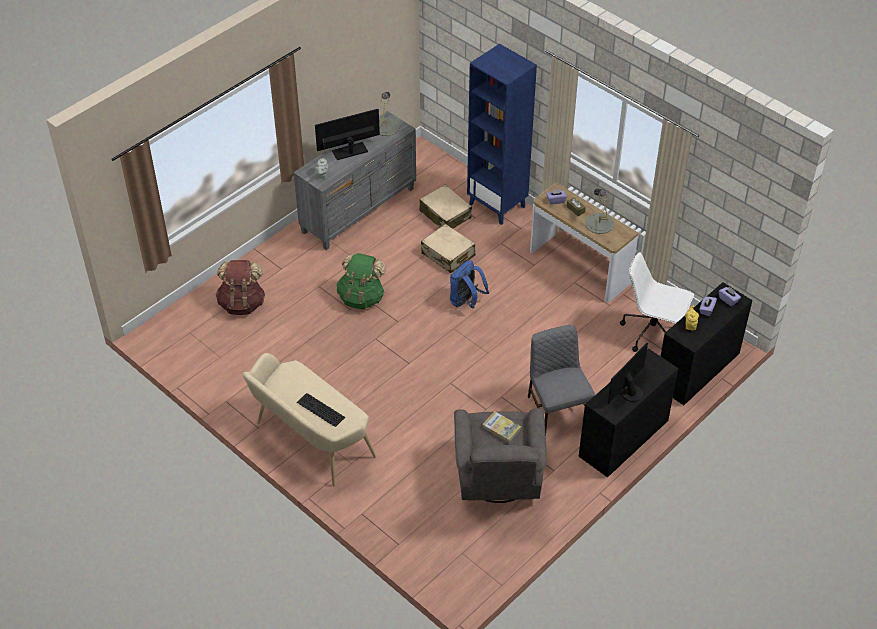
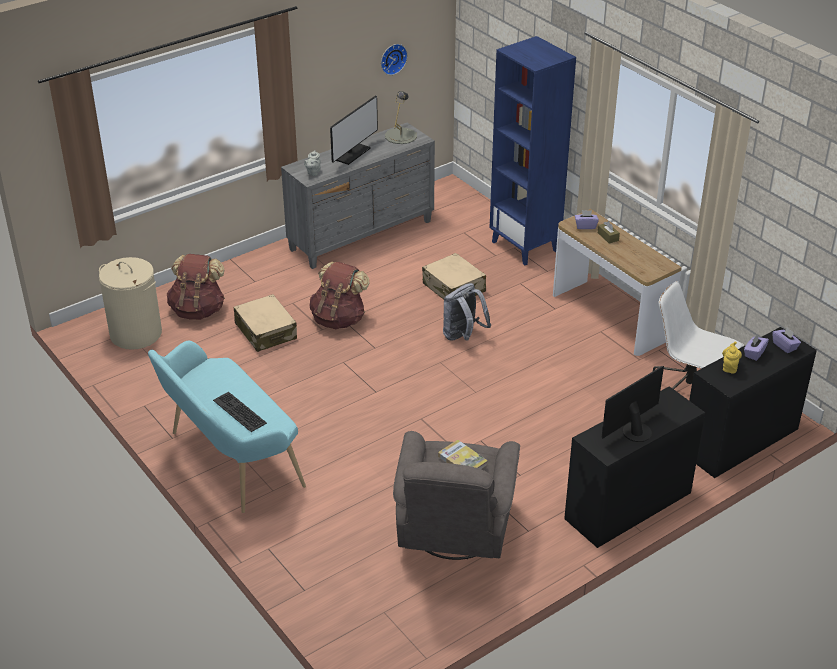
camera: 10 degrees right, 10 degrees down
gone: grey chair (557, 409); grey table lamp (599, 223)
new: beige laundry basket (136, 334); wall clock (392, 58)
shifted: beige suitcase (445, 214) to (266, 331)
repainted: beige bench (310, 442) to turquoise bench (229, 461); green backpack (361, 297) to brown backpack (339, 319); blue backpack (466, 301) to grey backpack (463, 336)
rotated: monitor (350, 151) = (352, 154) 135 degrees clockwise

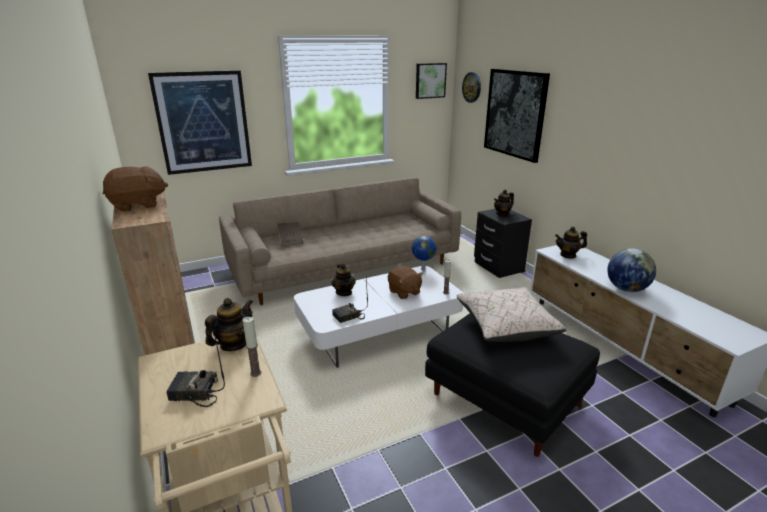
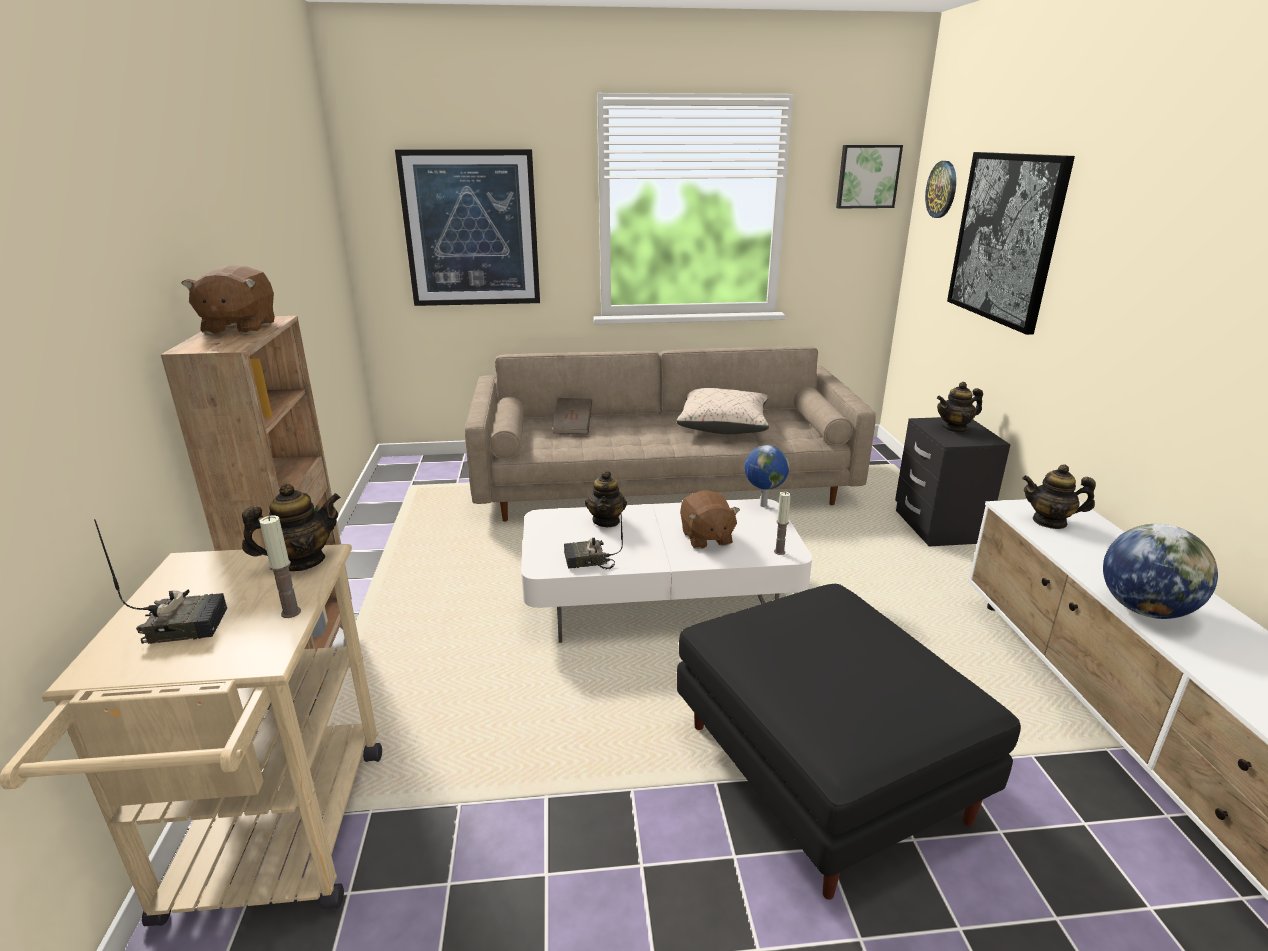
camera: 20 degrees right, 0 degrees up
shifted: beige pillow (506, 326) to (723, 426)
rotated: brown plush toy (138, 205) = (239, 328) 90 degrees clockwise; radio (194, 394) = (185, 624) 150 degrees clockwise

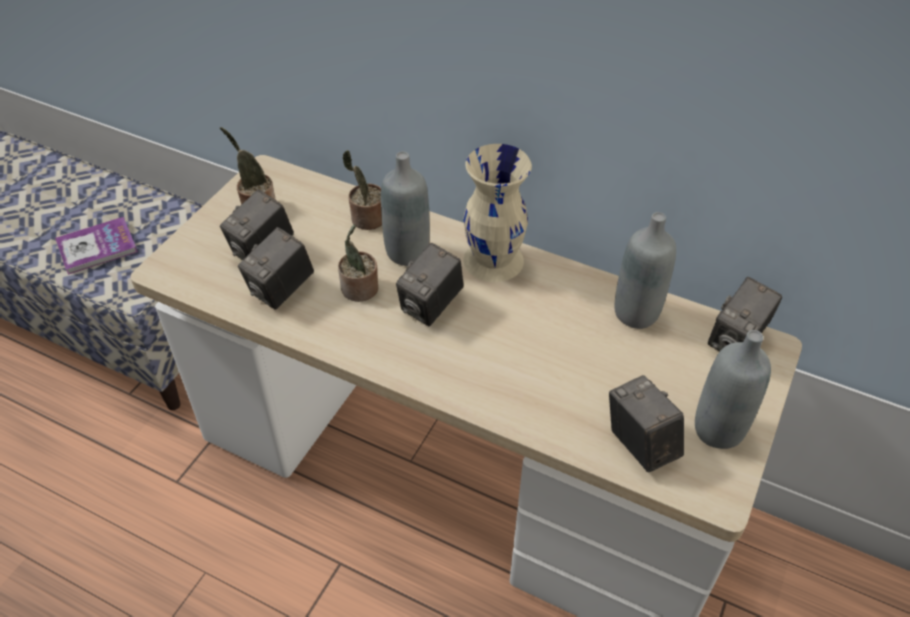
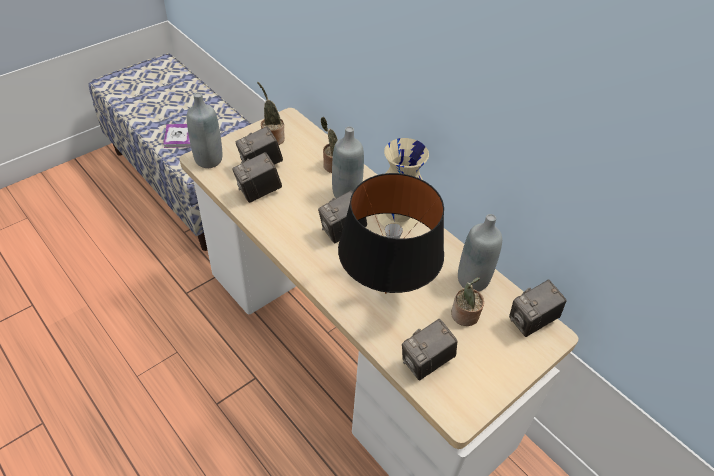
camera: 20 degrees right, 0 degrees up
new: black table lamp (386, 293)
shifted: potted plant (359, 290) to (464, 316); grey bottle (718, 430) to (208, 160)
rotated: photo camera (640, 444) = (426, 363) 120 degrees counterclockwise

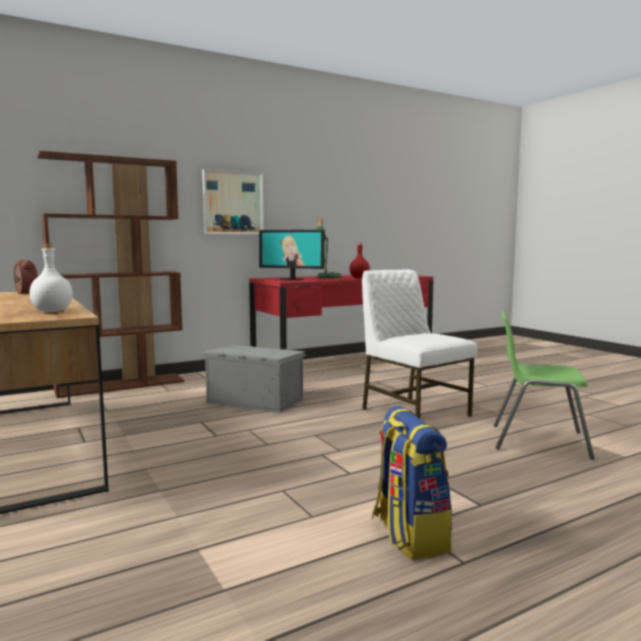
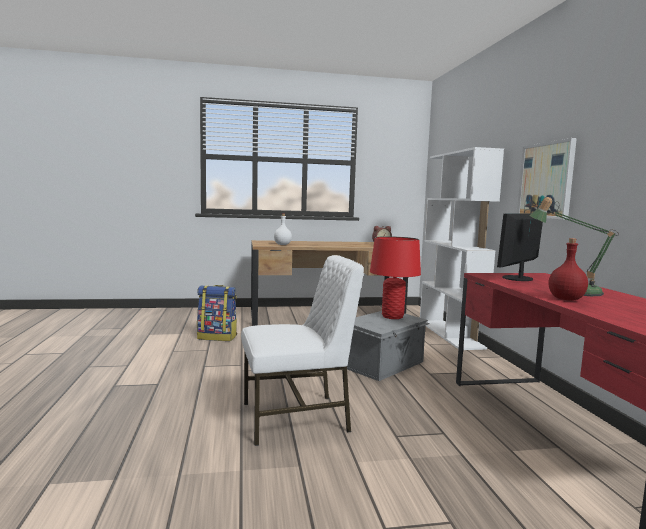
camera: 110 degrees right, 0 degrees up
gone: green chair (537, 440)
new: red table lamp (392, 316)
shifted: backpack (408, 535) to (217, 337)
repainted: brown bookcase (121, 385) to white bookcase (450, 334)

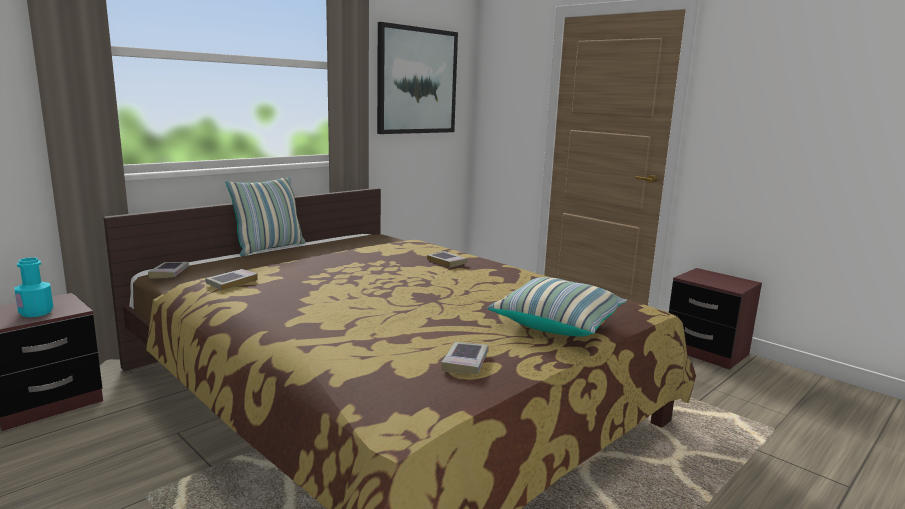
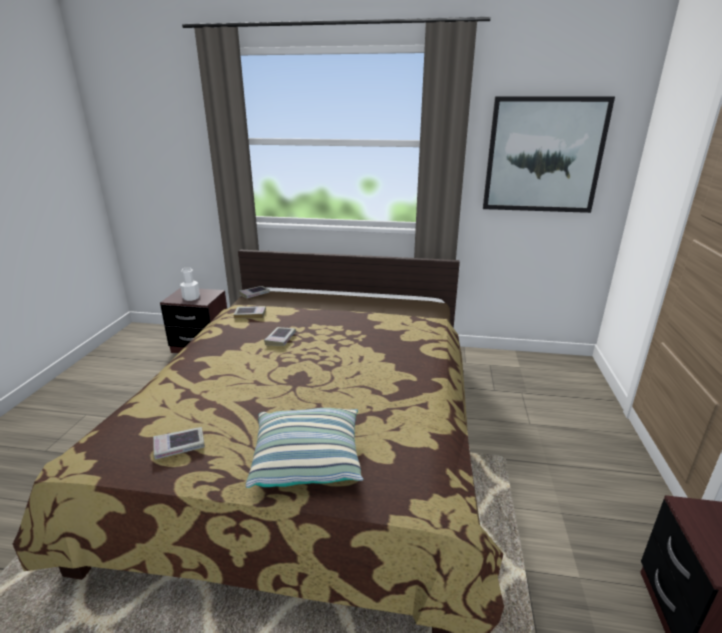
camera: 55 degrees right, 10 degrees up
gone: pillow (269, 248)
shifted: book (446, 262) to (280, 339)
repainted: turquoise bottle (36, 312) to white bottle (191, 298)

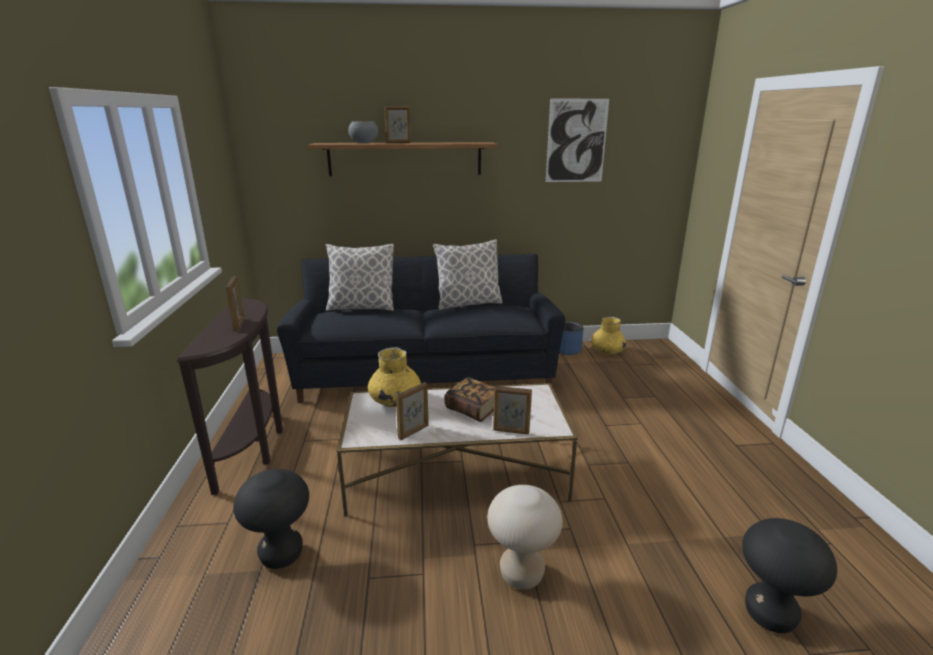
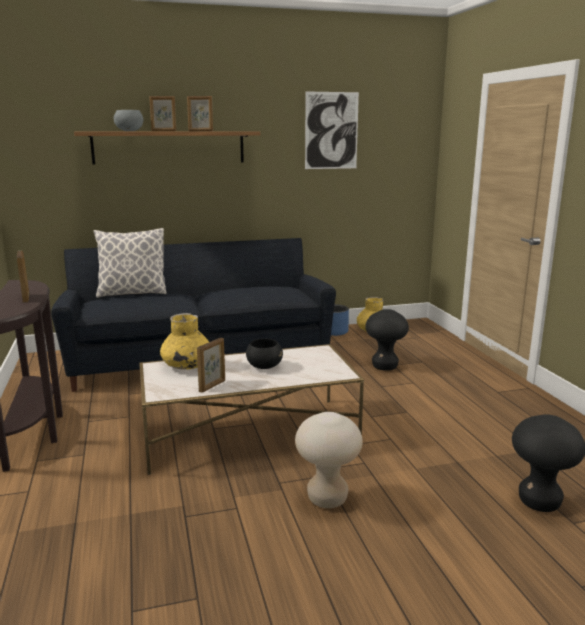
camera: 10 degrees left, 5 degrees down
gone: pillow (468, 304)
shifted: black stool (281, 555) to (384, 367); picture frame (511, 431) to (200, 131)
swapped: book (473, 409) to black bowl (264, 366)

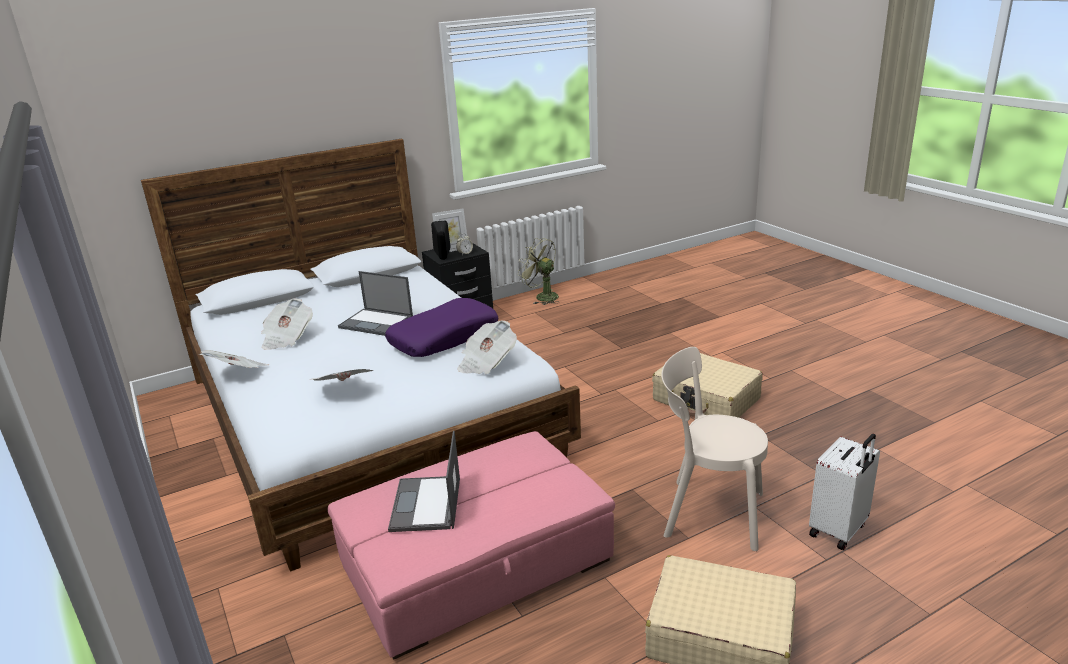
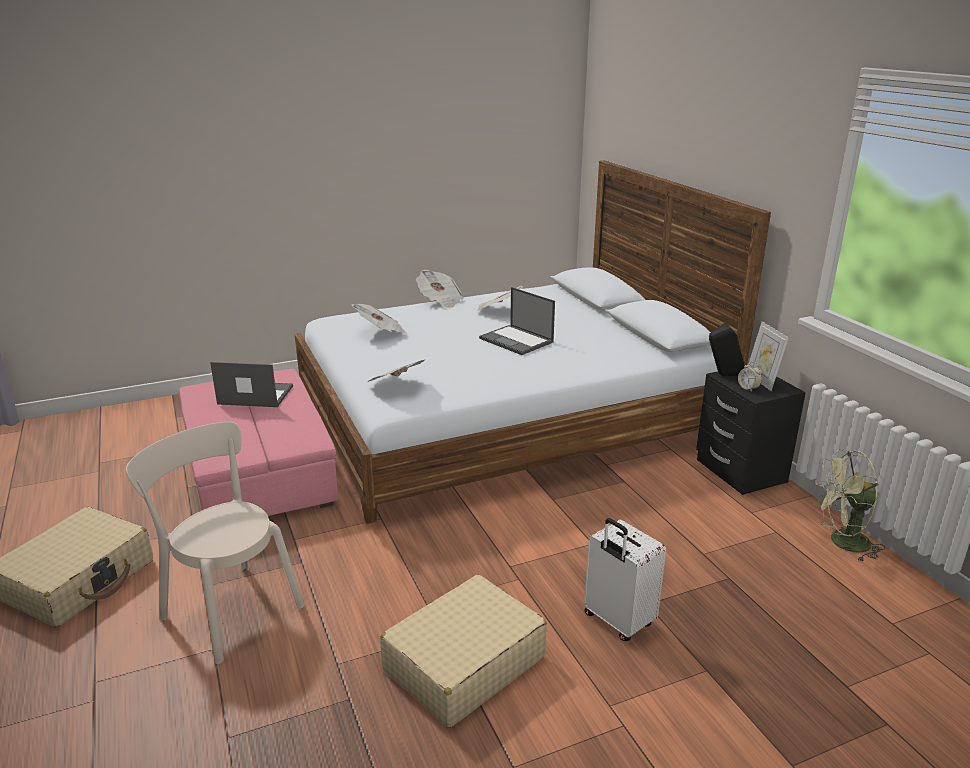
camera: 95 degrees right, 0 degrees up
gone: purple pillow (444, 338)
shifted: white suitcase (839, 530) to (617, 621)
rotated: laptop (377, 322) = (517, 340) 75 degrees counterclockwise; green fan (542, 297) = (842, 543) 135 degrees counterclockwise; beige chair (708, 513) = (228, 608) 75 degrees counterclockwise

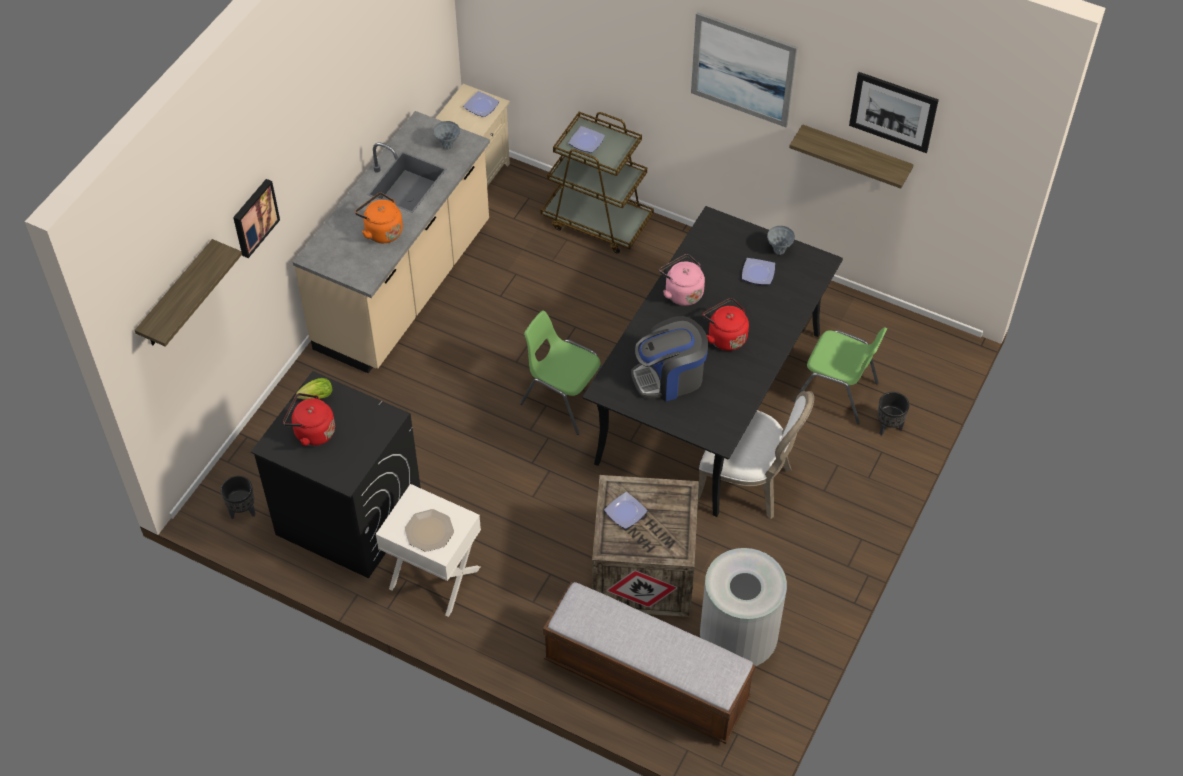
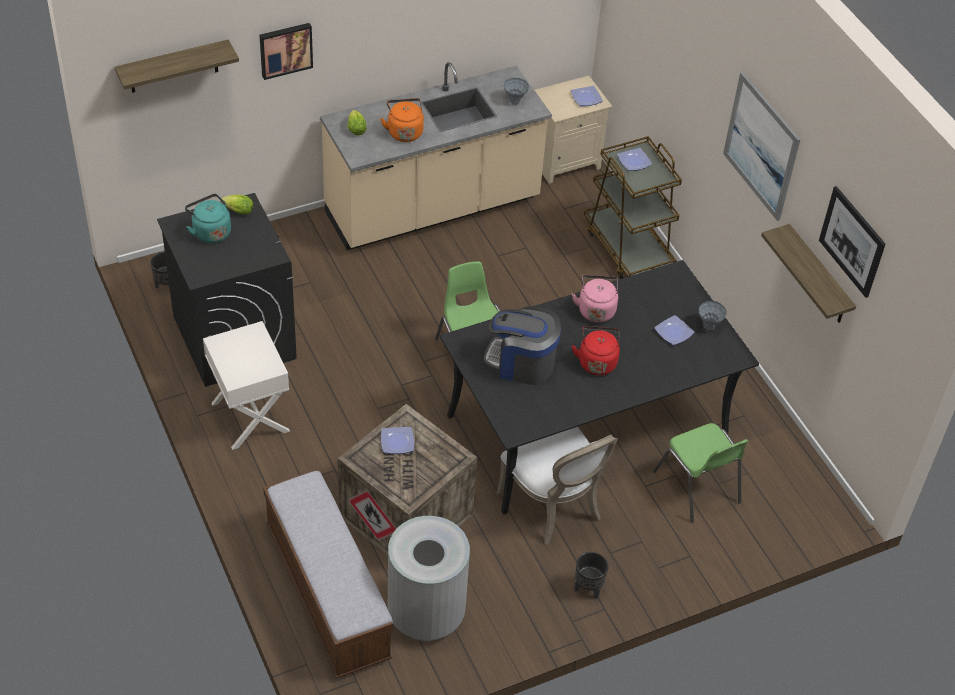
camera: 35 degrees right, 5 degrees down
gone: plate (429, 531)
new: lettuce (356, 128)
shifted: black planter (888, 427) to (587, 589)
repainted: red kettle (312, 432) to turquoise kettle (210, 232)

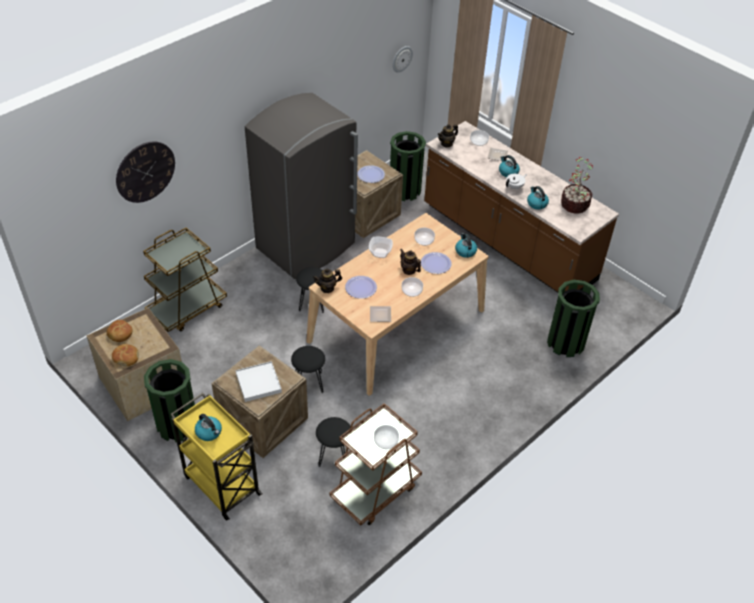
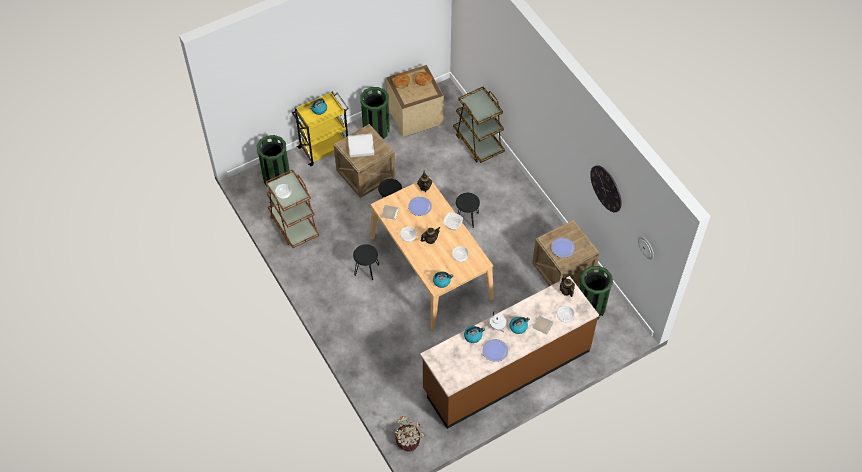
camera: 105 degrees right, 10 degrees up
gone: grey fridge (307, 246)
shifted: wall clock (145, 172) to (606, 188); black stool (334, 456) to (366, 269); plate (436, 263) to (495, 351); green trash can (565, 343) to (276, 178); potted plant (574, 204) to (408, 441)

